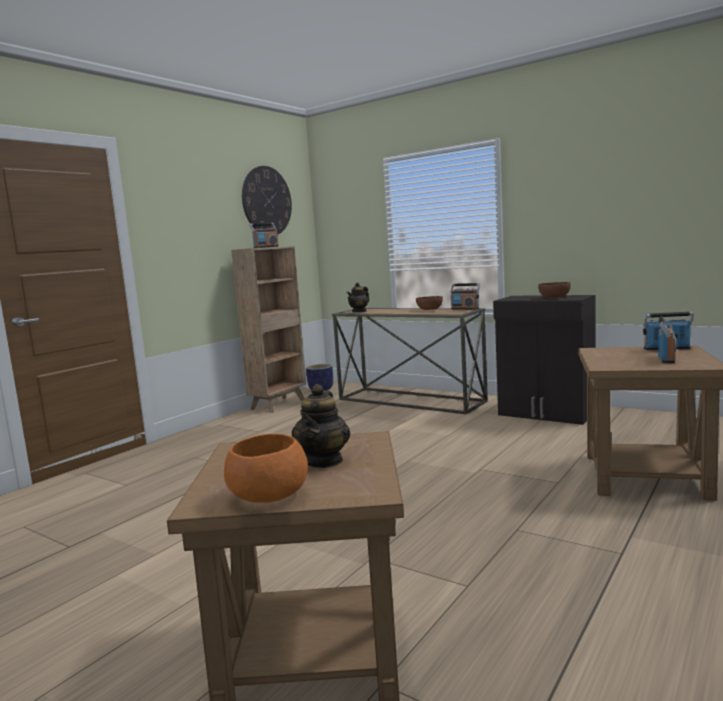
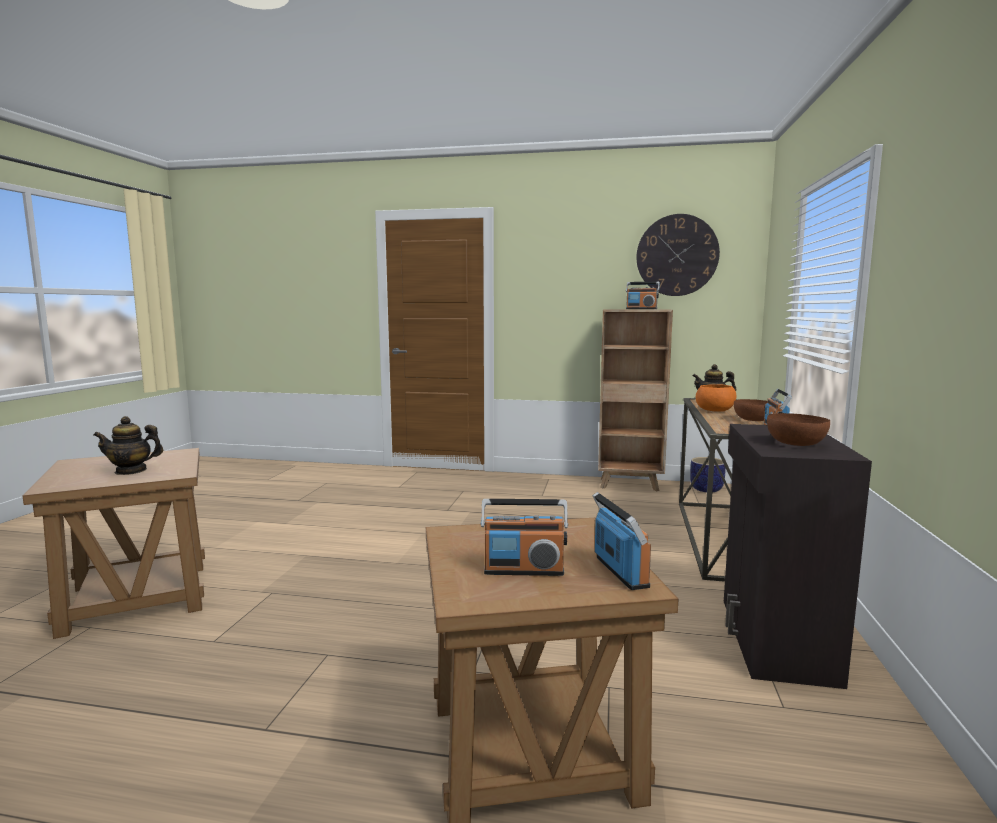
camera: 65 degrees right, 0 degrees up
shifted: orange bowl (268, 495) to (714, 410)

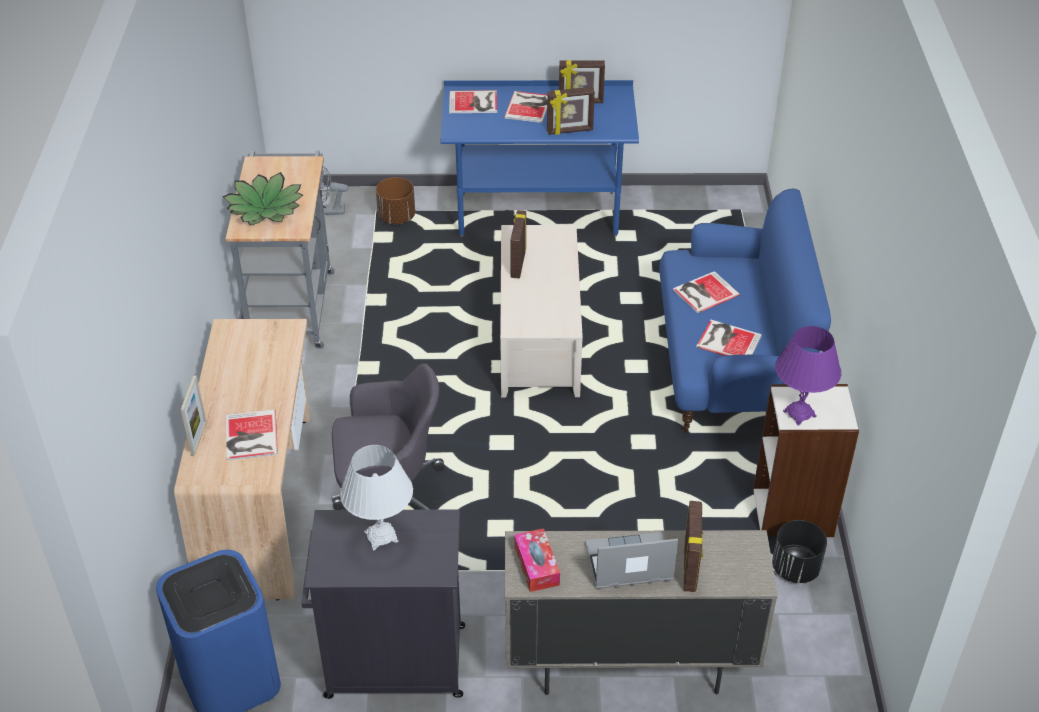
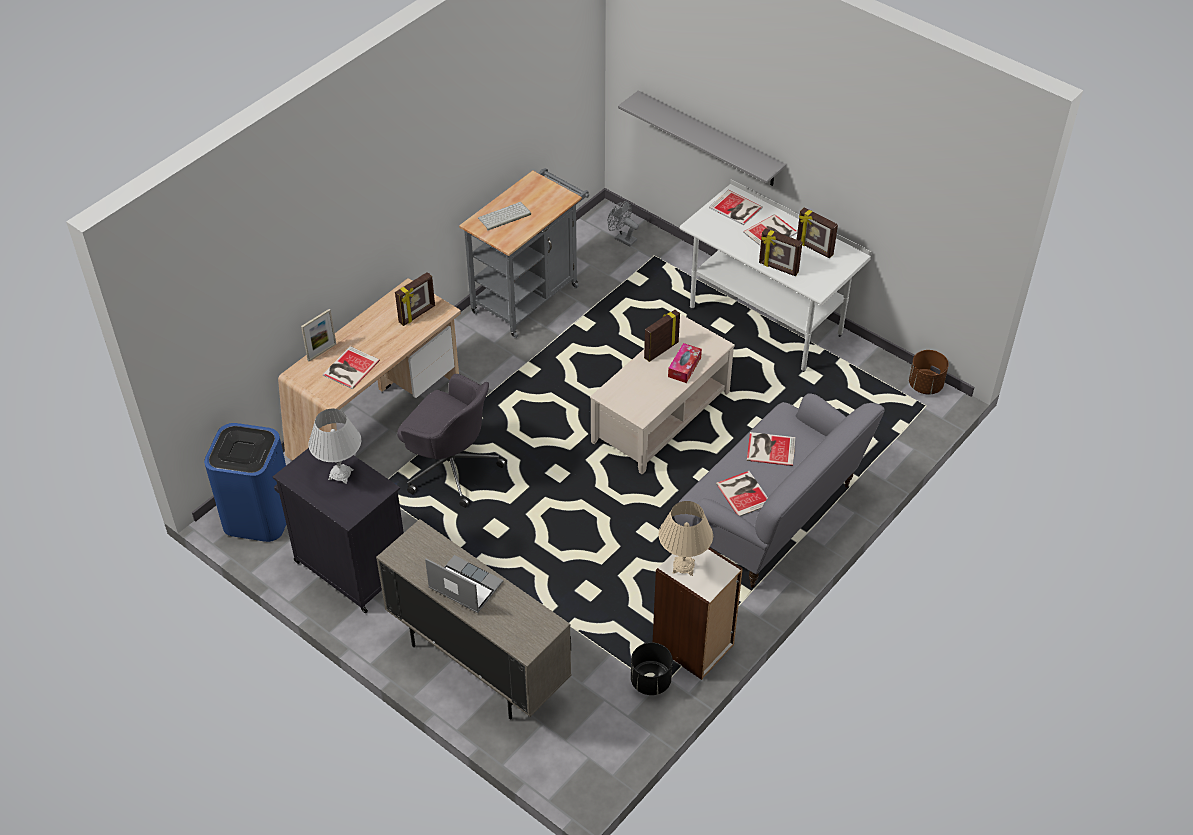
camera: 40 degrees right, 5 degrees up
new: grey shelf (709, 139)
shifted: brown planter (396, 217) to (925, 385); tissue box (536, 566) to (684, 367); picture frame (690, 567) to (417, 315)
swapped: potted plant (265, 209) to keyboard (504, 217)
repainted: blue desk (538, 214) to white desk (765, 322); blue sofa (728, 366) to grey sofa (771, 517); purple table lamp (799, 414) to beige table lamp (683, 566)

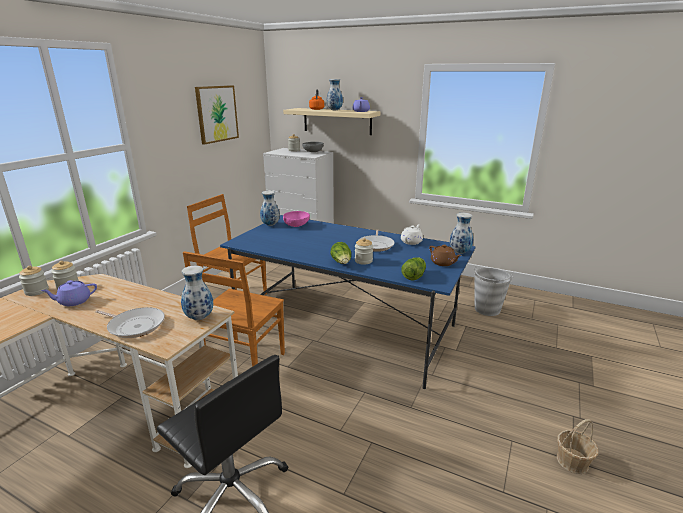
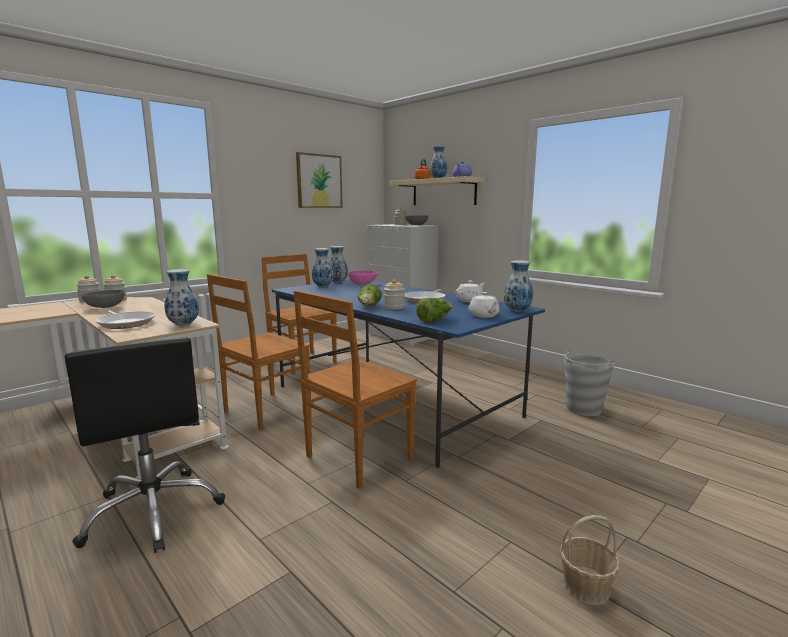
camera: 20 degrees right, 10 degrees down
new: brown chair (356, 459); vase (323, 286)
swapped: purple teapot (74, 301) to grey bowl (105, 307)
repainted: brown teapot (443, 263) to white teapot (484, 315)

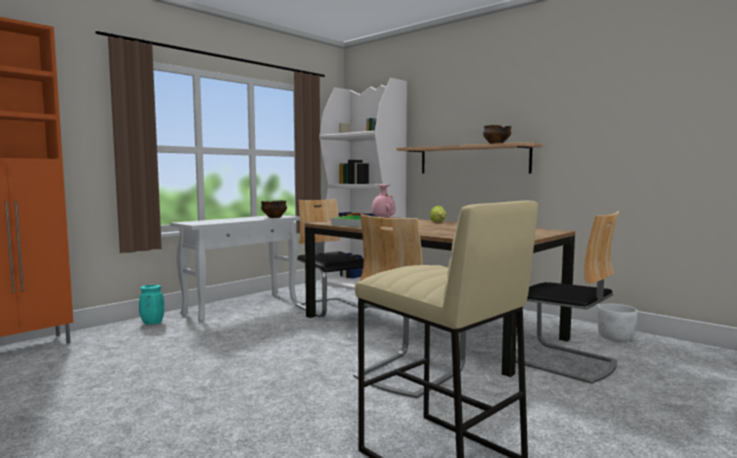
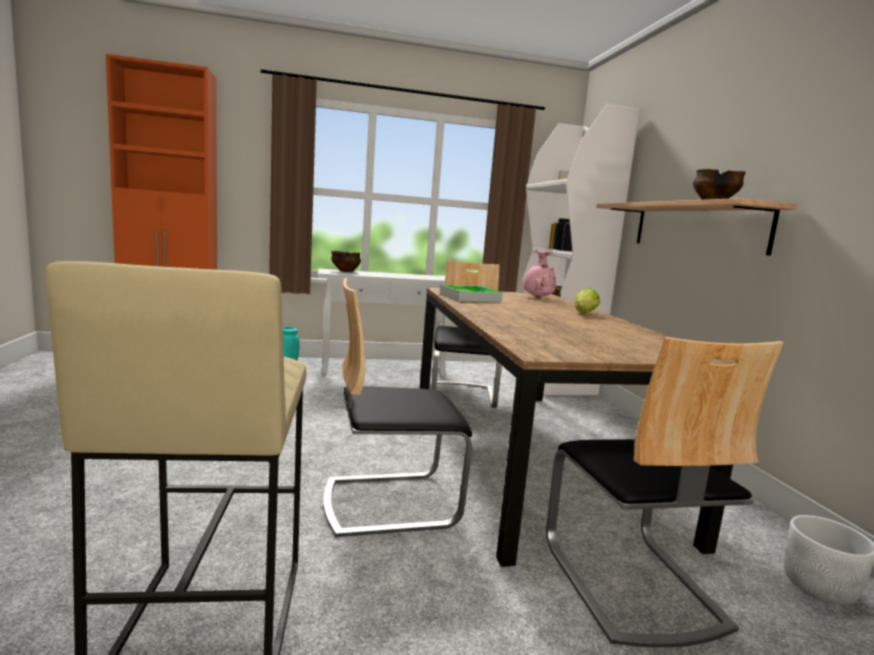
camera: 35 degrees right, 5 degrees up
shifted: bowl (274, 217) to (345, 271)

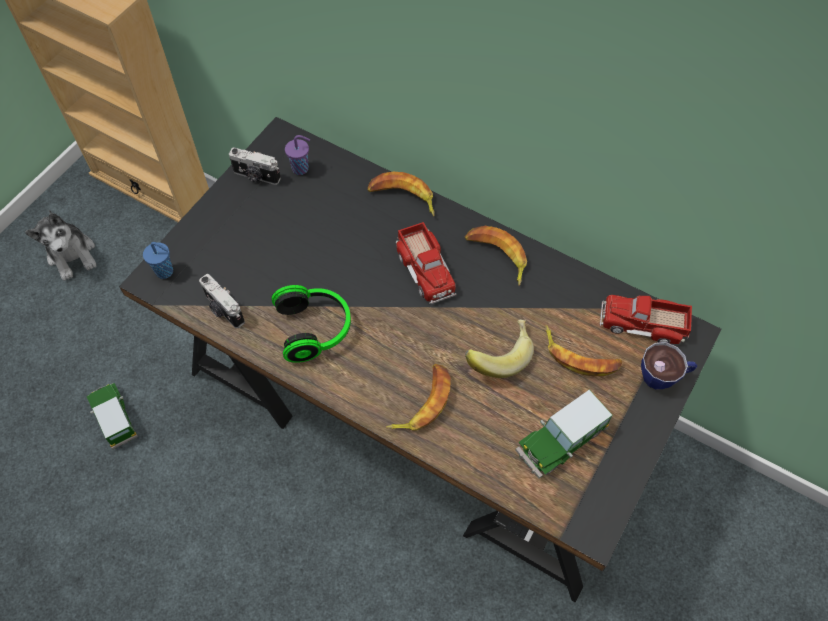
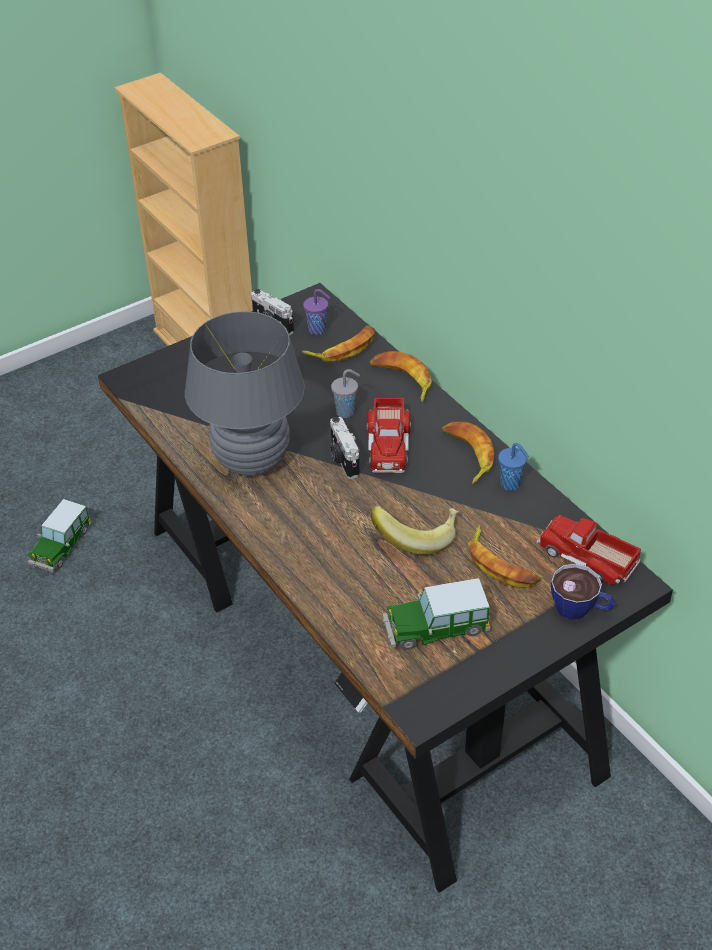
camera: 25 degrees right, 15 degrees down
gone: plush toy (72, 255)
new: grey cup (346, 412)
shifted: blue cup (165, 272) to (511, 485); photo camera (223, 310) to (343, 460); banana (422, 402) to (343, 348)
swapped: headphones (315, 329) to grey table lamp (252, 460)
rotated: toy car (114, 417) = (61, 546) 150 degrees counterclockwise

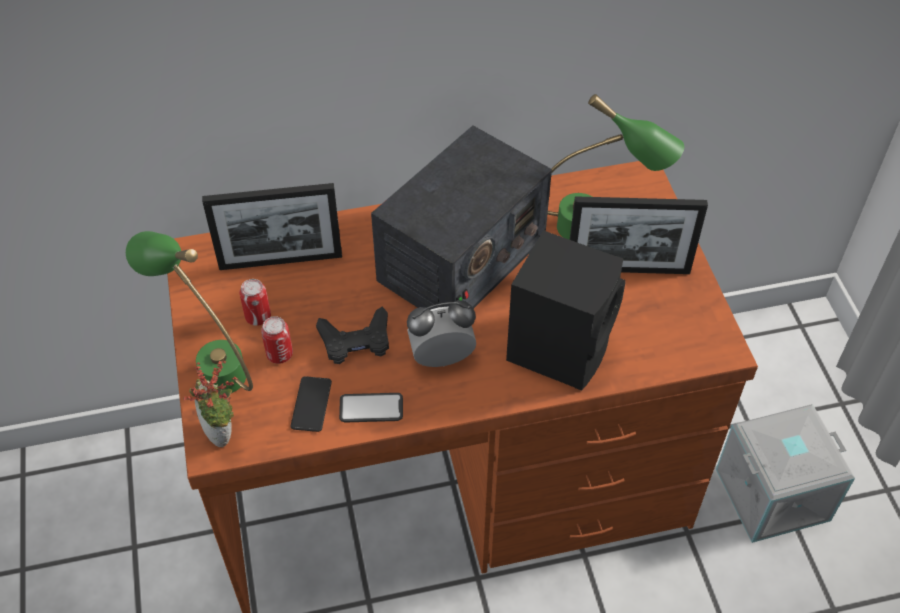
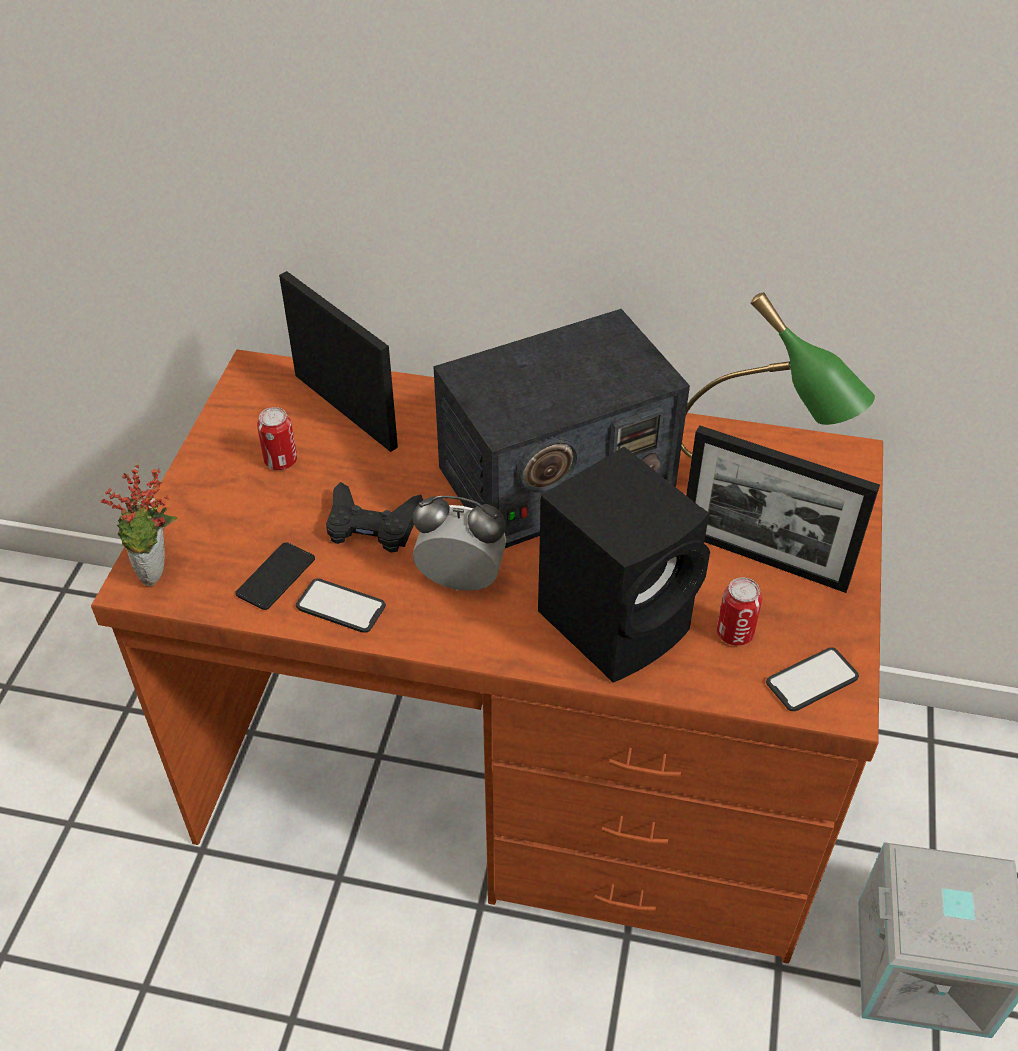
camera: 25 degrees right, 5 degrees down
gone: green table lamp (209, 363)
new: phone (812, 680)
shifted: can (279, 354) to (735, 633)
rotated: picture frame (280, 261) = (345, 410) 150 degrees counterclockwise

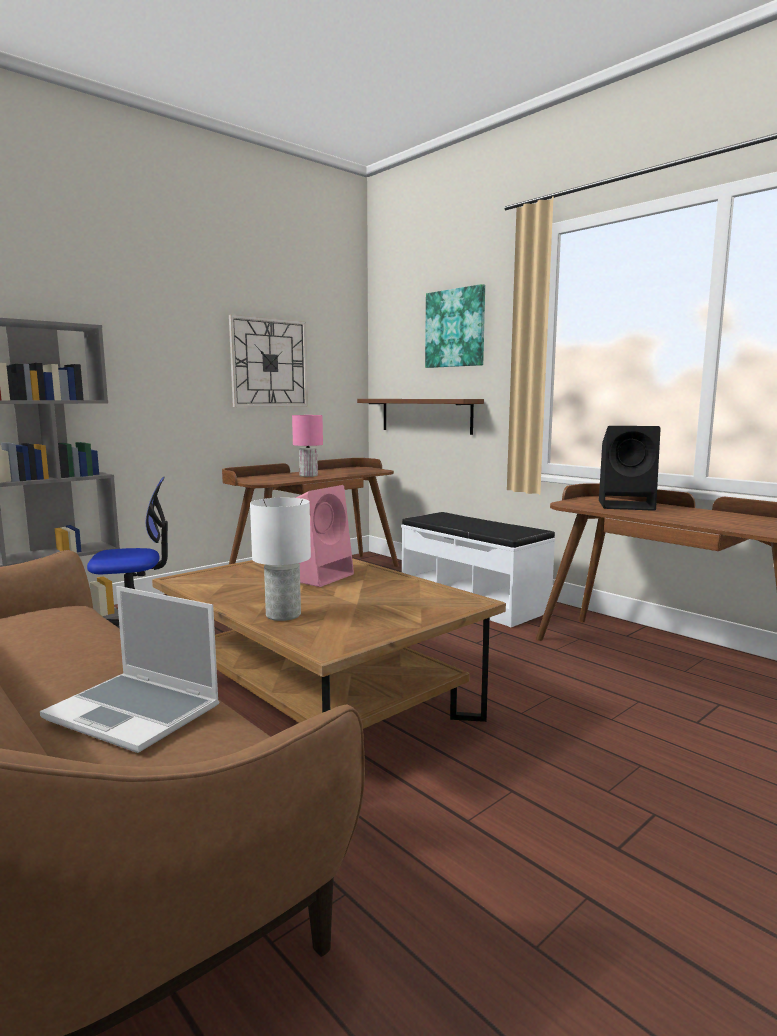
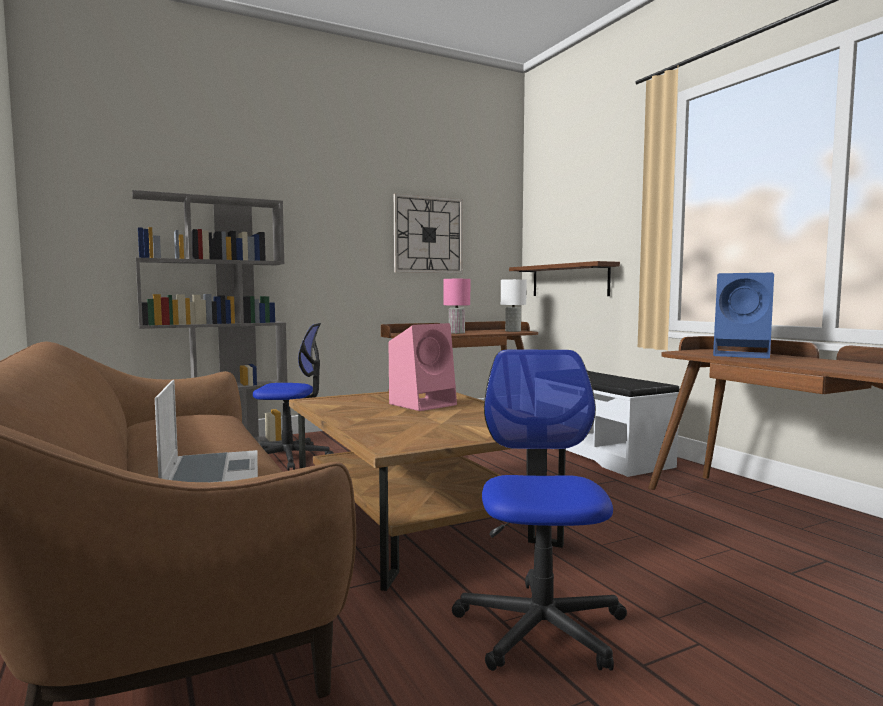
camera: 15 degrees right, 5 degrees down
gone: picture (455, 328)
new: office chair (541, 627)
shifted: white table lamp (283, 614) to (513, 331)
repainted: black speaker (627, 505) to blue speaker (743, 355)
rotated: laptop (136, 713) = (210, 475) 150 degrees counterclockwise

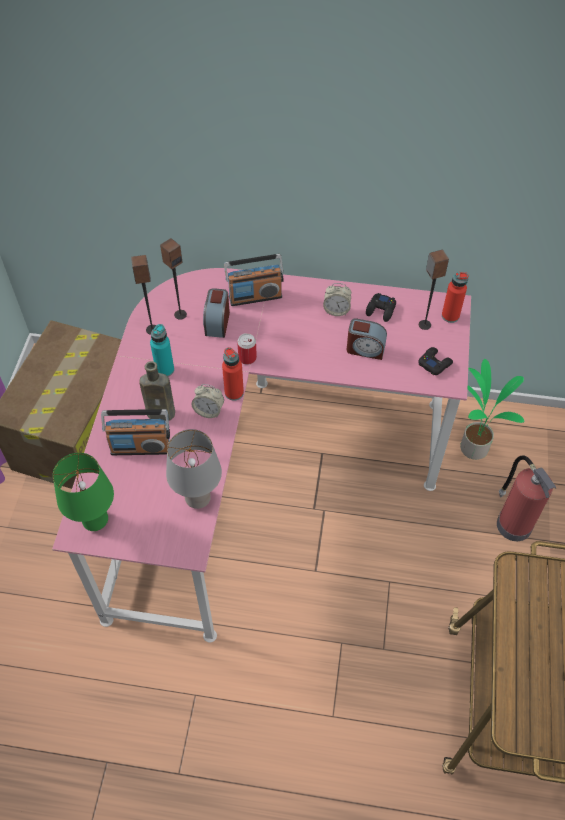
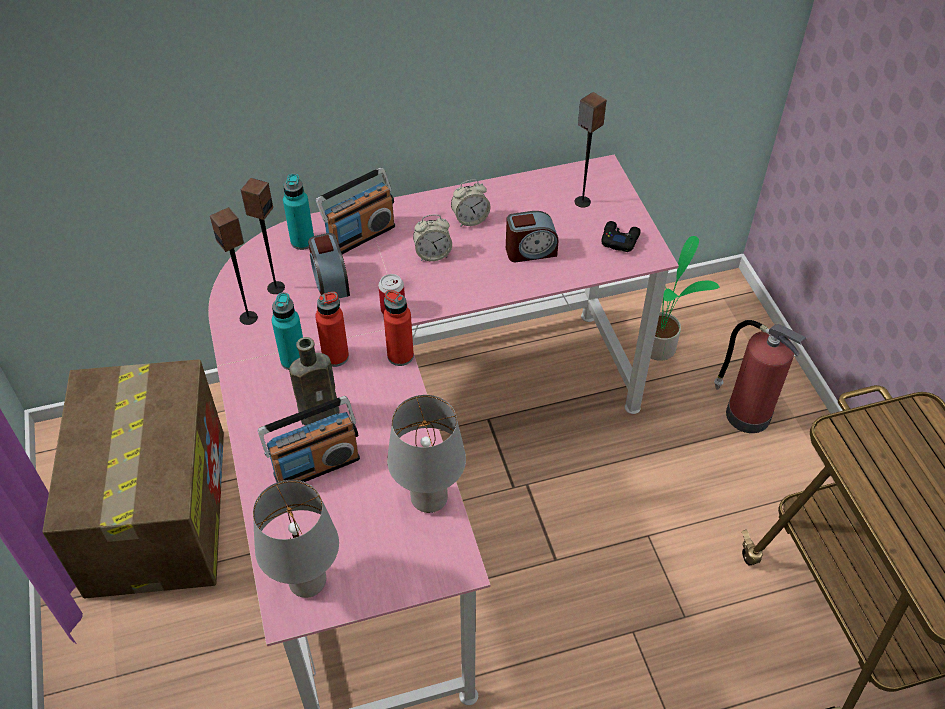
camera: 25 degrees left, 5 degrees down
gone: black game controller (381, 310)
new: turquoise bottle (302, 241)
shifted: alarm clock (209, 411) to (433, 254); red bottle (450, 316) to (335, 356)
repainted: green table lamp (95, 521) to grey table lamp (308, 583)

